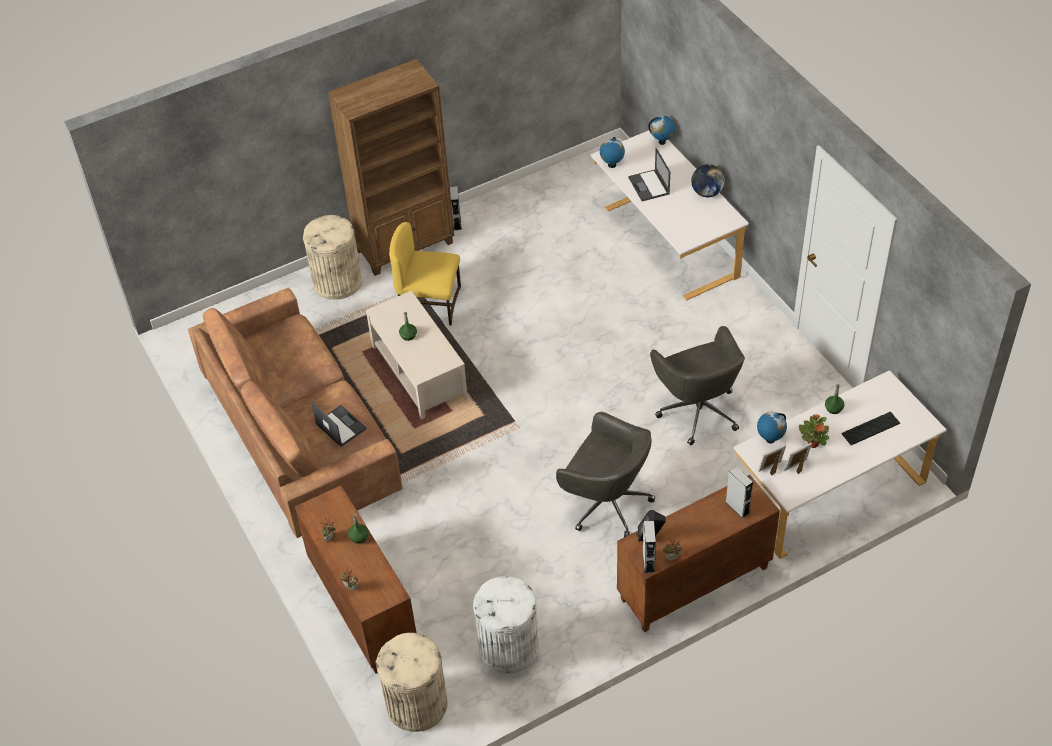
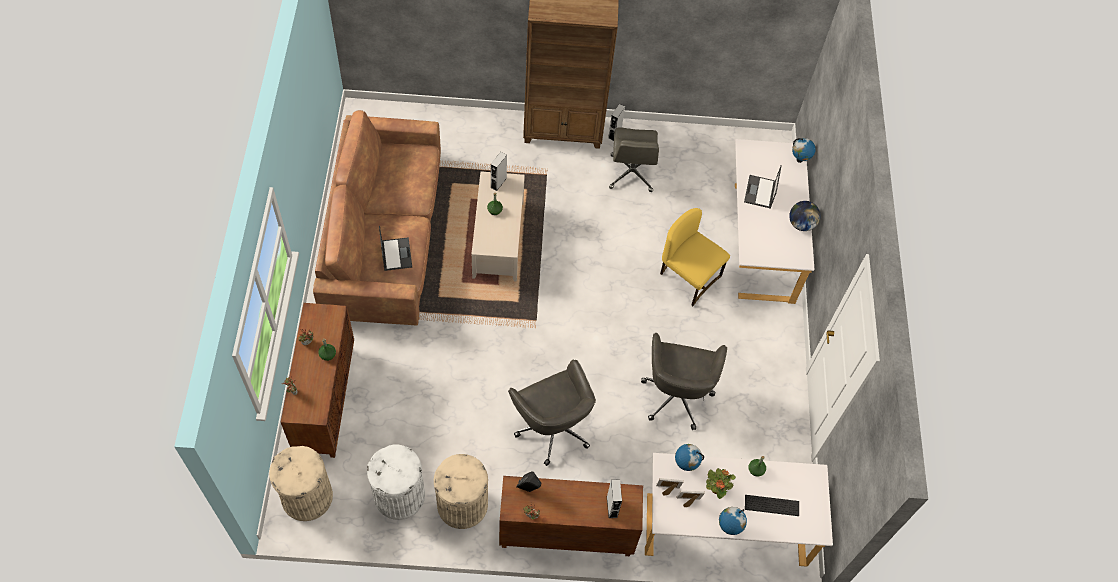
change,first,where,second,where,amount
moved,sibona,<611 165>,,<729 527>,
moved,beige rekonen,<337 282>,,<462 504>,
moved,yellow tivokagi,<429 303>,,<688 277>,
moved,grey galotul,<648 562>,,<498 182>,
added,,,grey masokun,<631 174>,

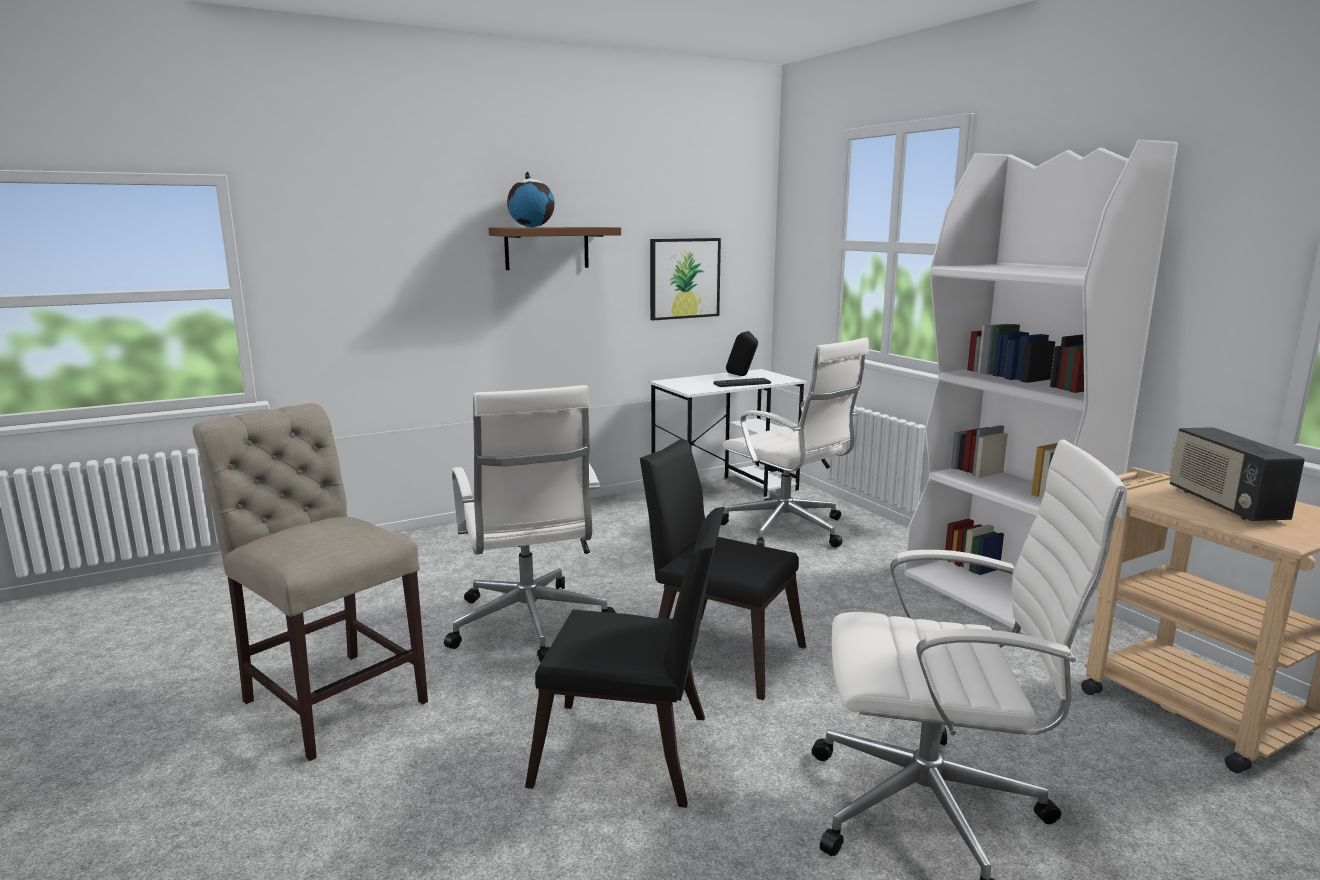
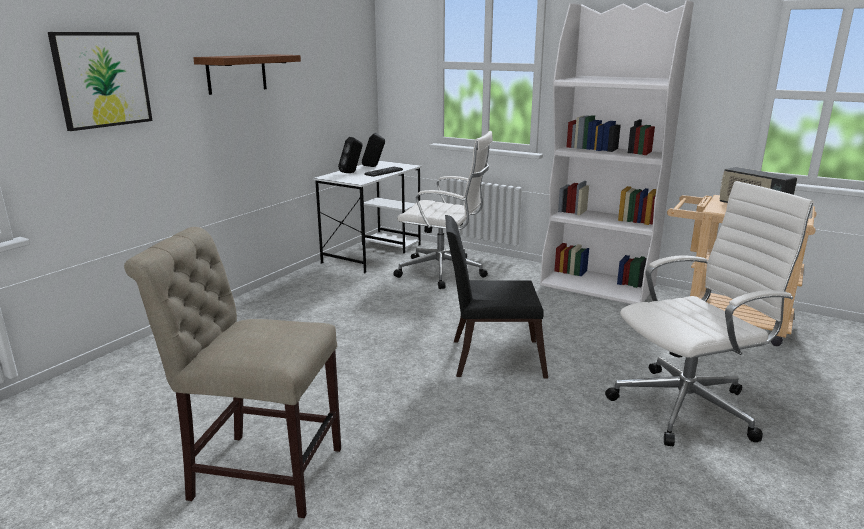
change,first,where,second,where,amount
removed,sibona,<531 227>,,,
moved,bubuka,<684 278>,,<102 79>,
removed,white masokun,<529 625>,,,
removed,black tivokagi,<633 755>,,,
added,,,black galotul,<352 172>,

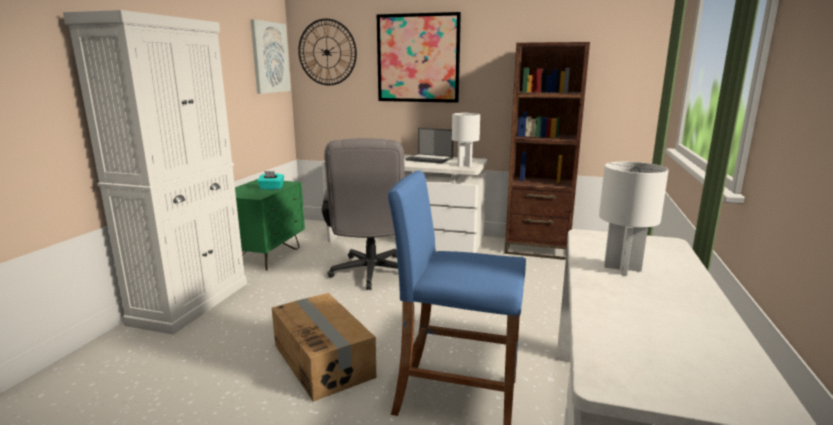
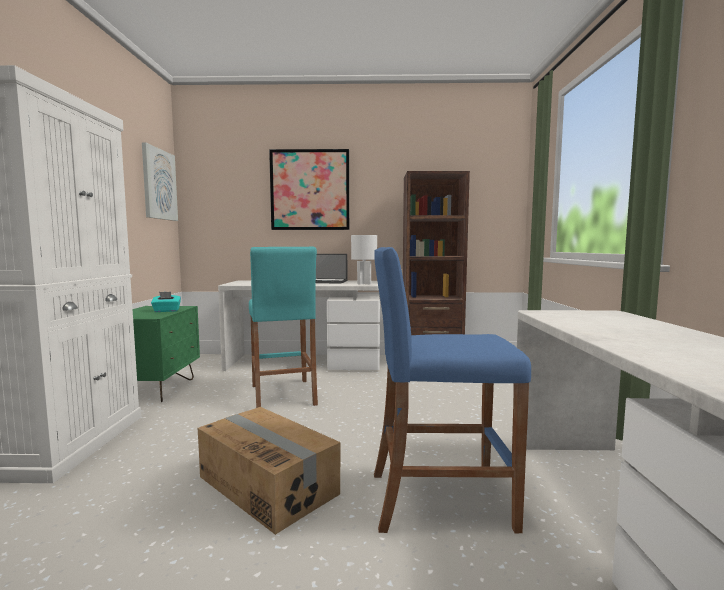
change,first,where,second,where,amount
removed,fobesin,<327 52>,,,
replaced,grey masokun,<370 274>,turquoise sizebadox,<283 395>,
removed,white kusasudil,<623 269>,,,

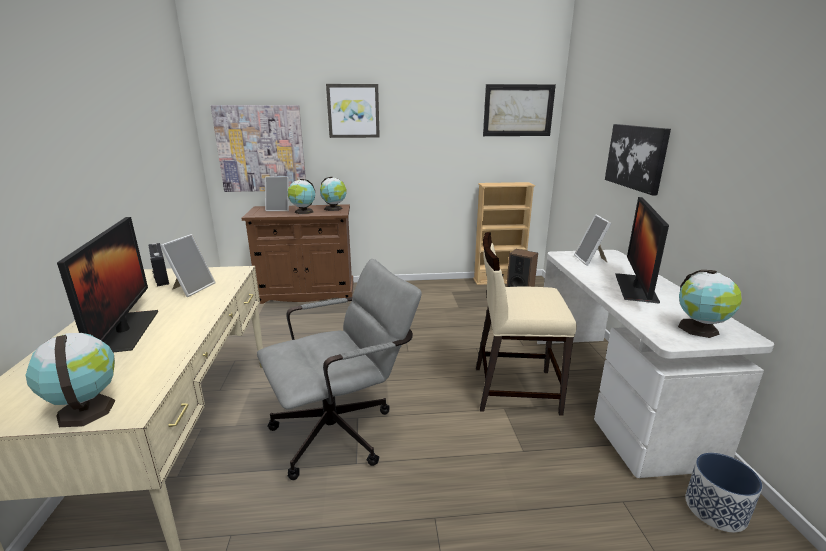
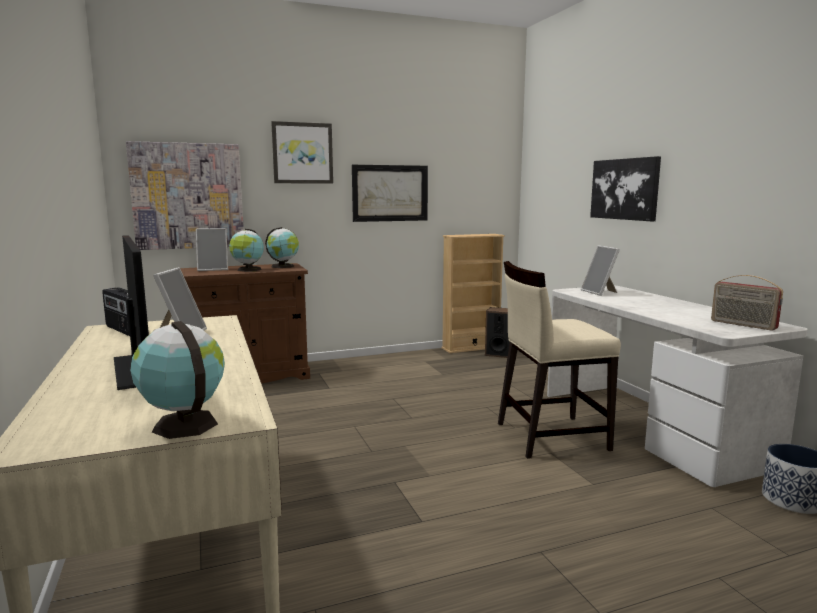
change,first,where,second,where,amount
moved,bubuka,<518 110>,,<390 193>,
removed,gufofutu,<635 288>,,,
removed,grey masokun,<343 430>,,,
replaced,sibona,<700 329>,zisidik,<742 325>,

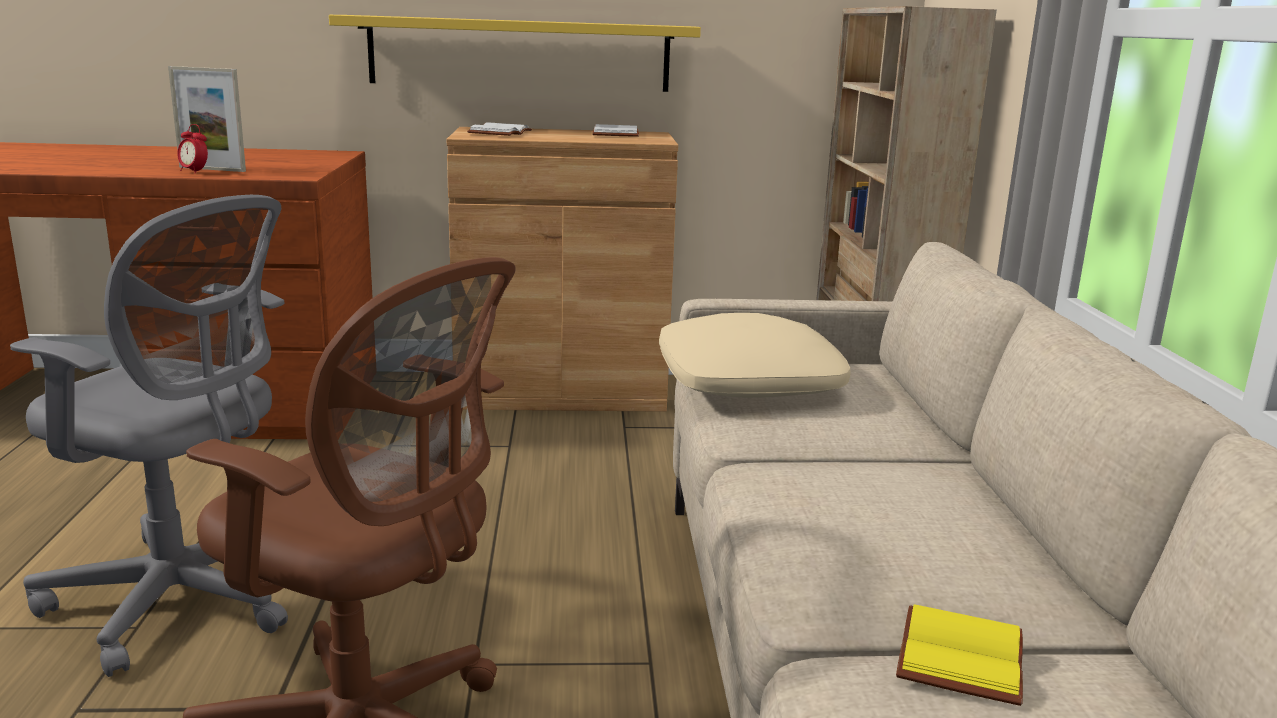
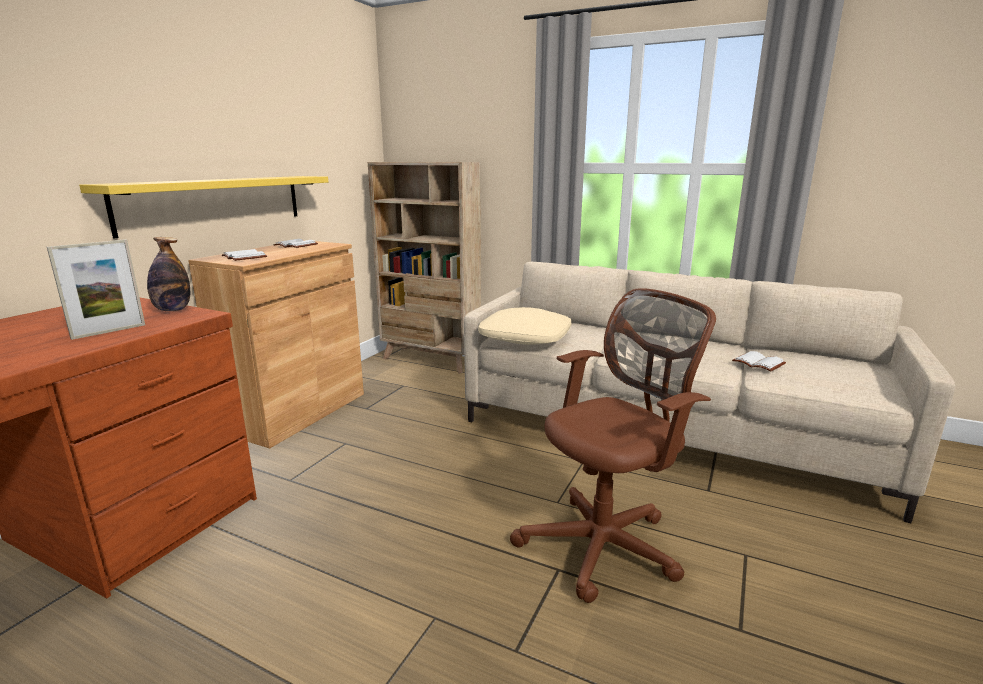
change,first,where,second,where,amount
removed,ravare,<194 172>,,,
removed,grey masokun,<184 601>,,,
recoloured,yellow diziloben,<956 655>,white diziloben,<757 363>,
added,,,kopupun,<172 310>,

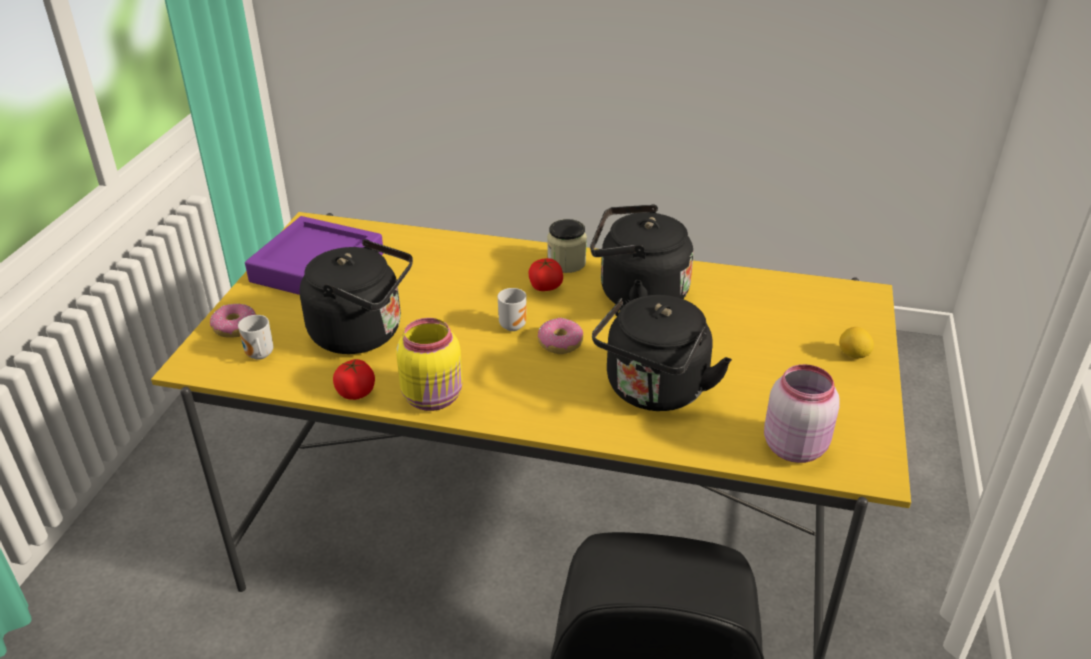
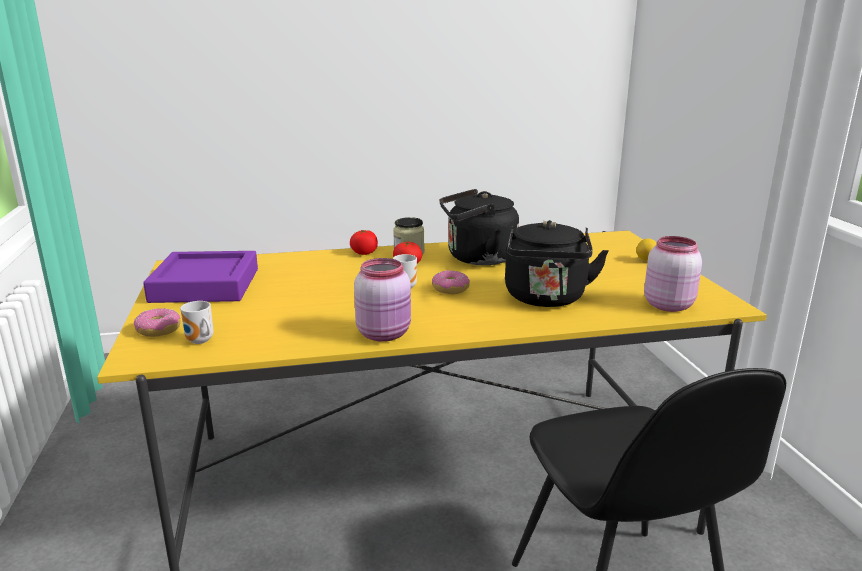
change,first,where,second,where,amount
removed,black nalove,<363 334>,,,
recoloured,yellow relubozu,<434 397>,pink relubozu,<385 334>,
moved,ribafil,<356 392>,,<364 253>,

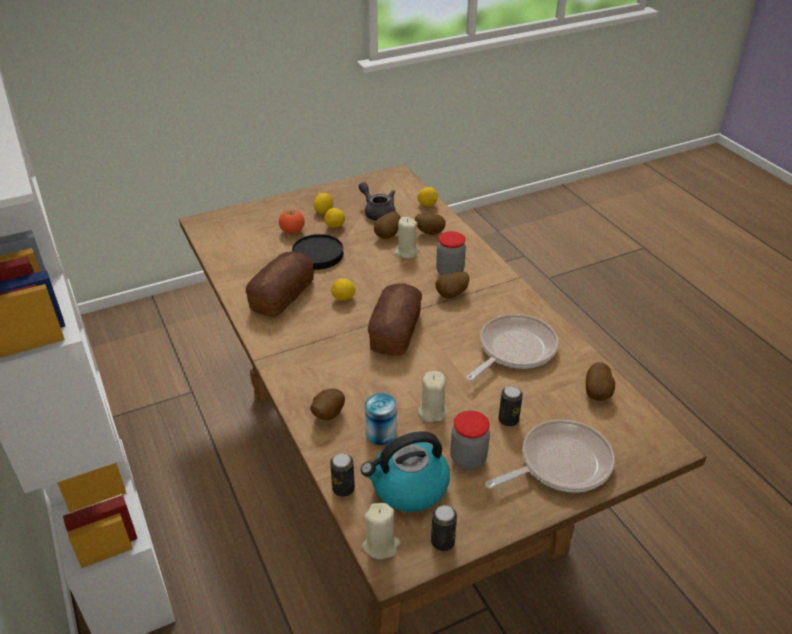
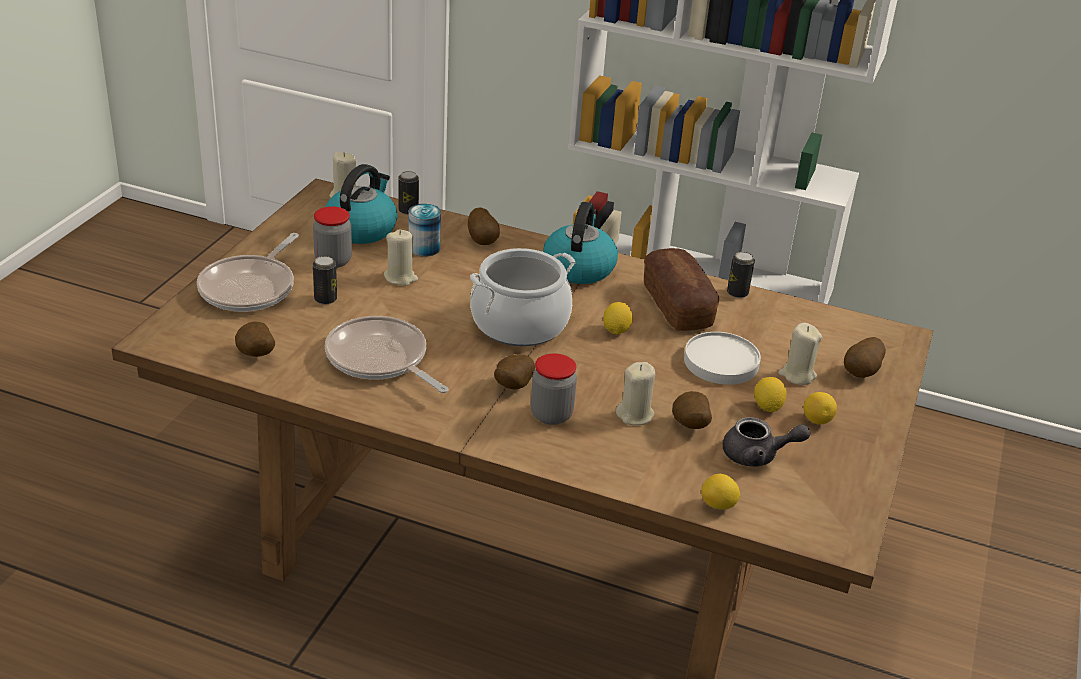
change,first,where,second,where,amount
replaced,ribafil,<292 231>,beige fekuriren,<797 375>,
moved,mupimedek,<429 232>,,<862 373>,
recoloured,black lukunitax,<318 255>,white lukunitax,<720 362>,
replaced,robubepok,<395 331>,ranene,<520 324>,
turned,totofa,<514 350>,,<380 360>,135 degrees clockwise
moved,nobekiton,<443 542>,,<737 293>,
added,,,nalove,<578 267>,

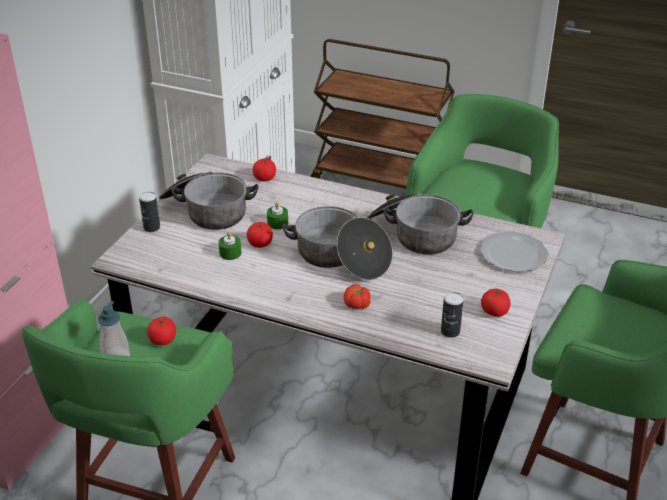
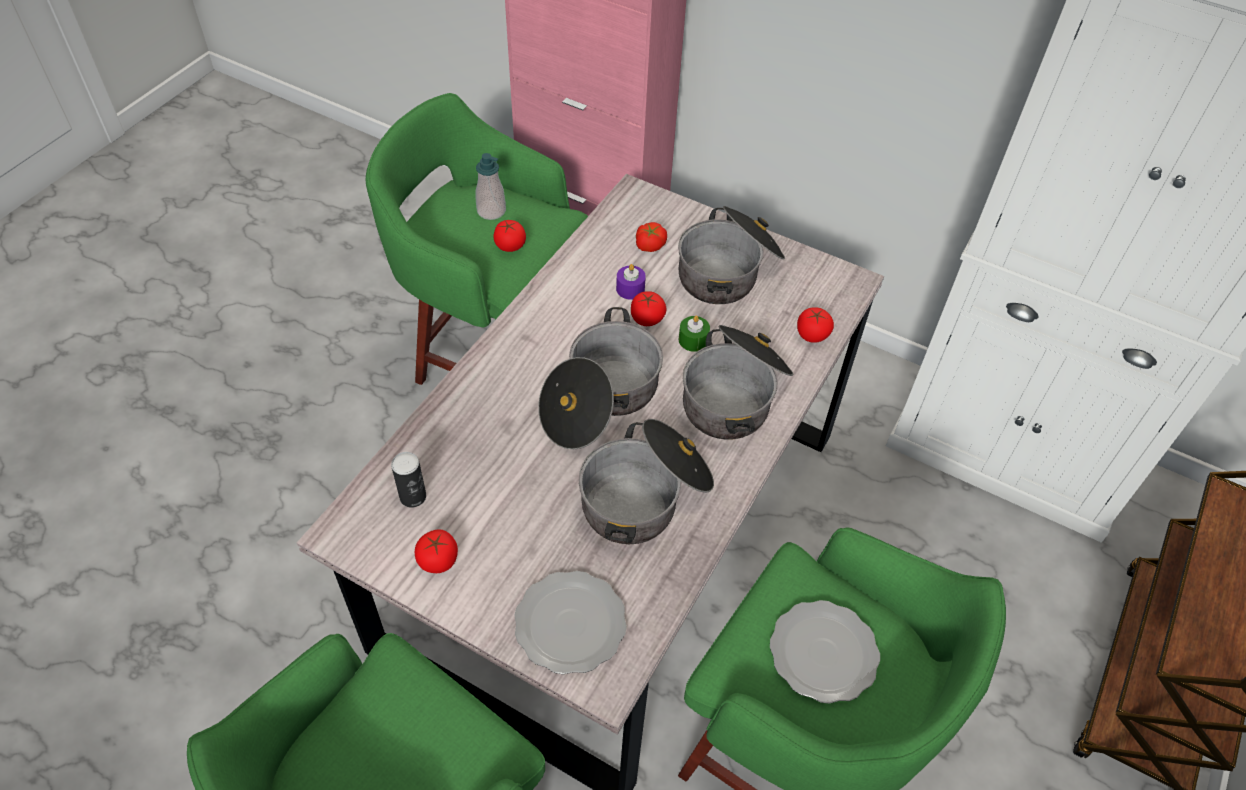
change,first,where,second,where,amount
removed,nobekiton,<152 227>,,,
recoloured,green fekuriren,<230 253>,purple fekuriren,<630 289>,
moved,ribafil,<357 304>,,<649 245>,
added,,,ranene,<735 395>,
added,,,lukunitax,<825 653>,

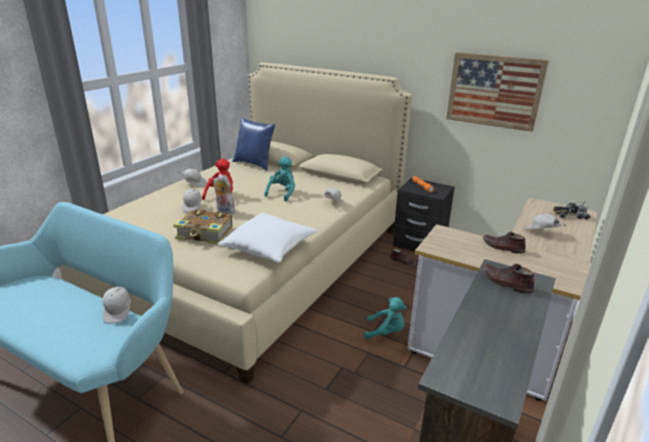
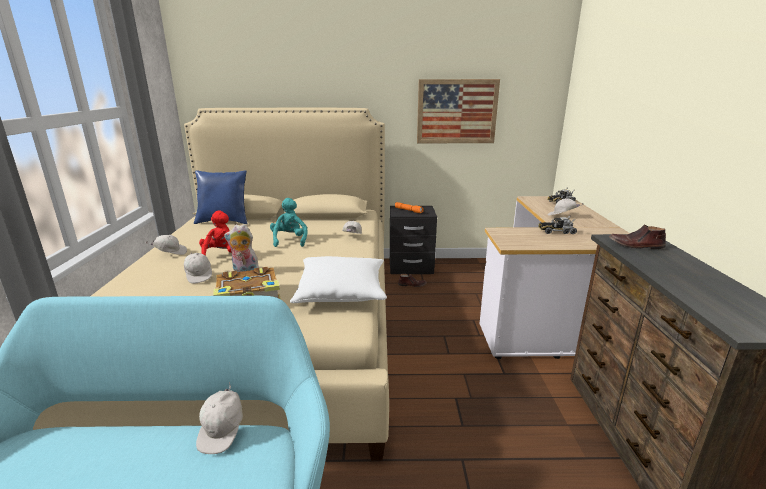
change,first,where,second,where,amount
replaced,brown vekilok,<502 247>,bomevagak,<556 231>,
turned,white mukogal,<118 312>,,<223 431>,45 degrees clockwise
removed,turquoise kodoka,<386 332>,,,

